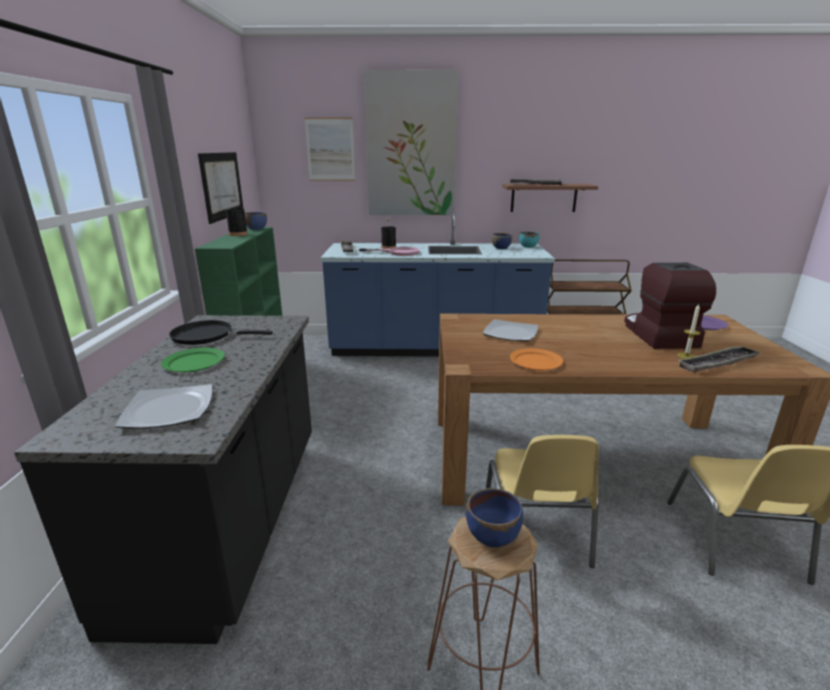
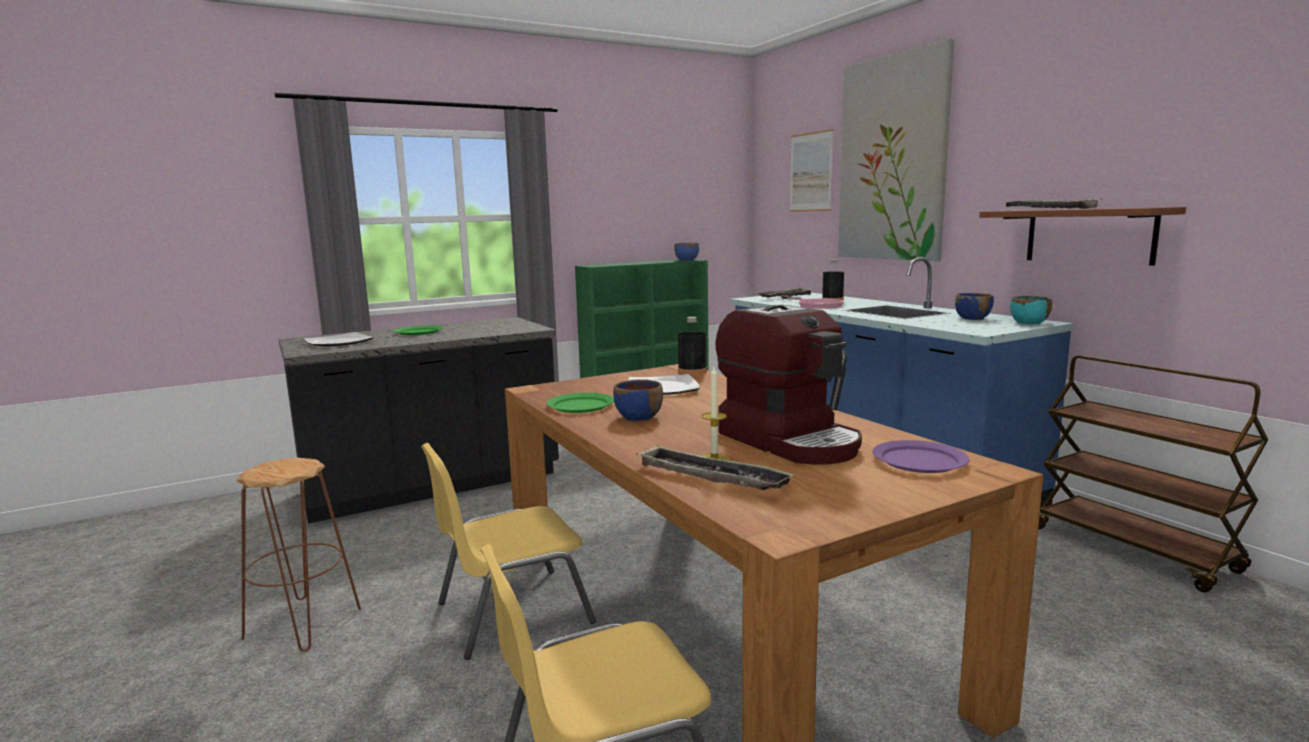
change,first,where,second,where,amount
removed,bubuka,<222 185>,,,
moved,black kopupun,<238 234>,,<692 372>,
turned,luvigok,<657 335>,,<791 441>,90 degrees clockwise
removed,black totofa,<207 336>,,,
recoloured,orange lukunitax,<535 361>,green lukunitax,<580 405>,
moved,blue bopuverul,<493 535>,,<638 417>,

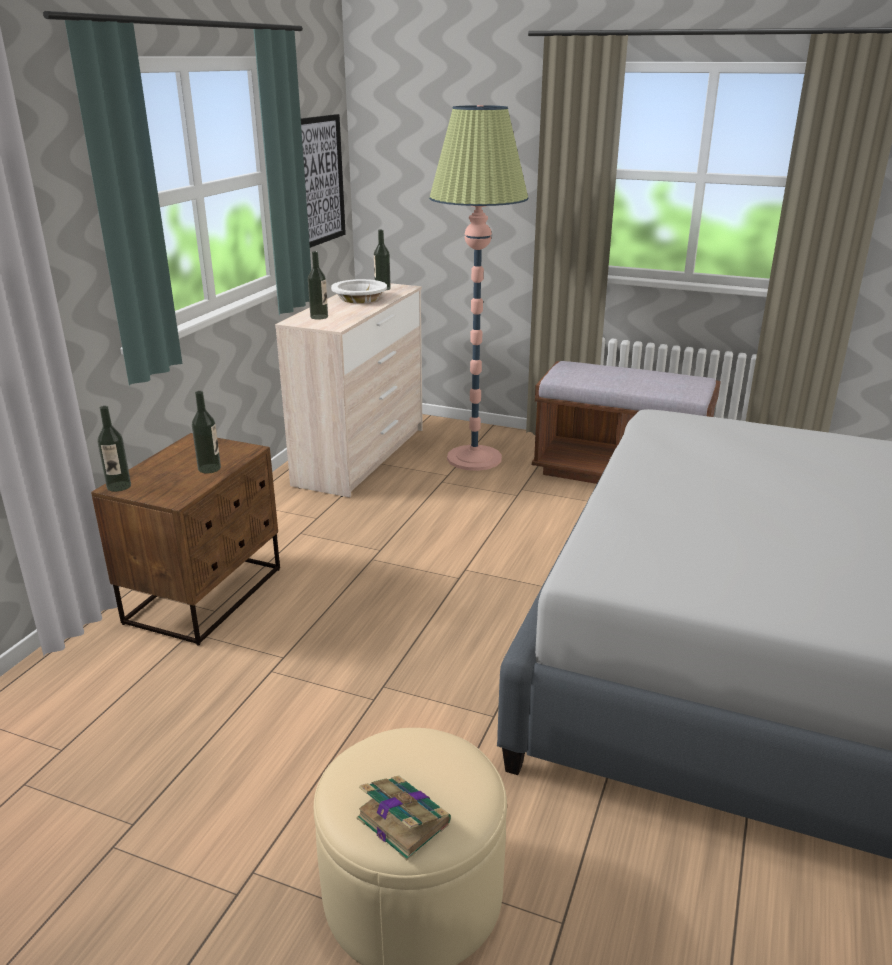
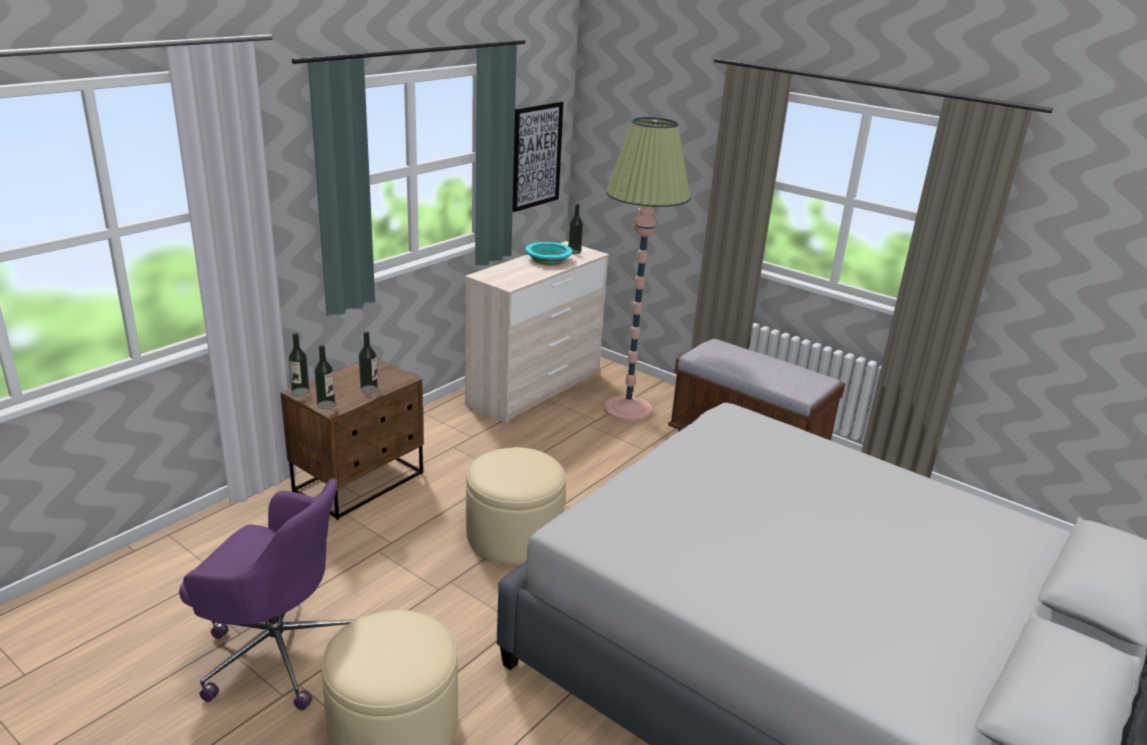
change,first,where,second,where,amount
moved,kopupun,<319 317>,,<326 405>,
recoloured,white bopuverul,<359 298>,turquoise bopuverul,<548 259>,
removed,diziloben,<402 819>,,,
added,,,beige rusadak,<514 535>,
added,,,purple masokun,<277 650>,

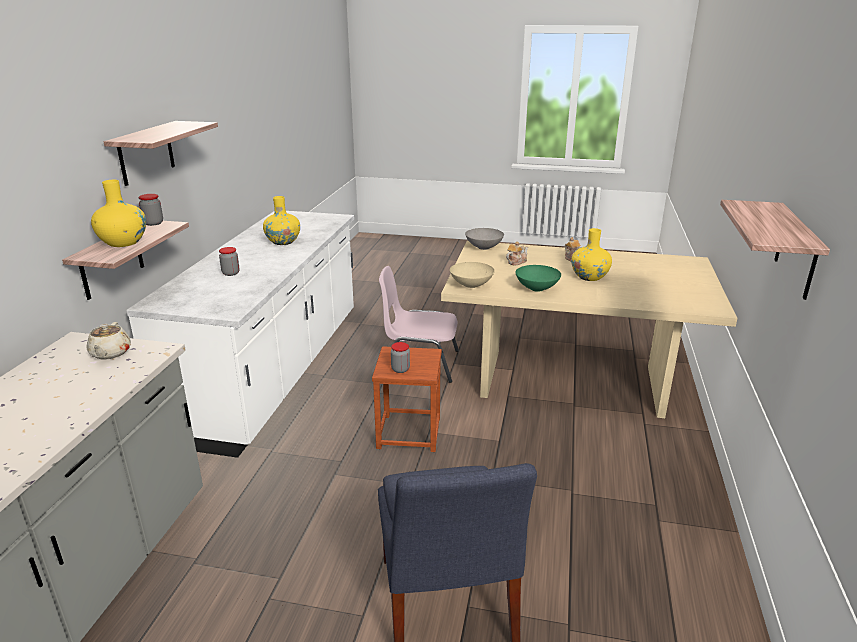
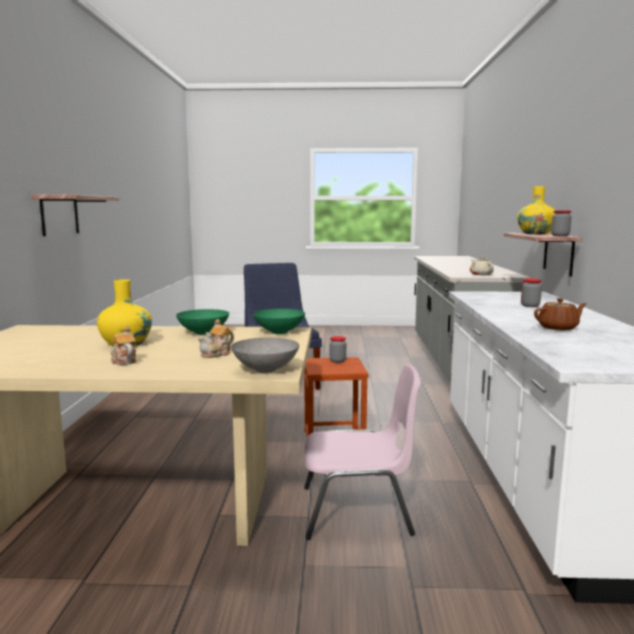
change,first,where,second,where,amount
removed,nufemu,<146 153>,,,
replaced,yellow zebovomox,<283 241>,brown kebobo,<558 328>,
recoloured,beige bopuverul,<471 285>,green bopuverul,<279 332>,

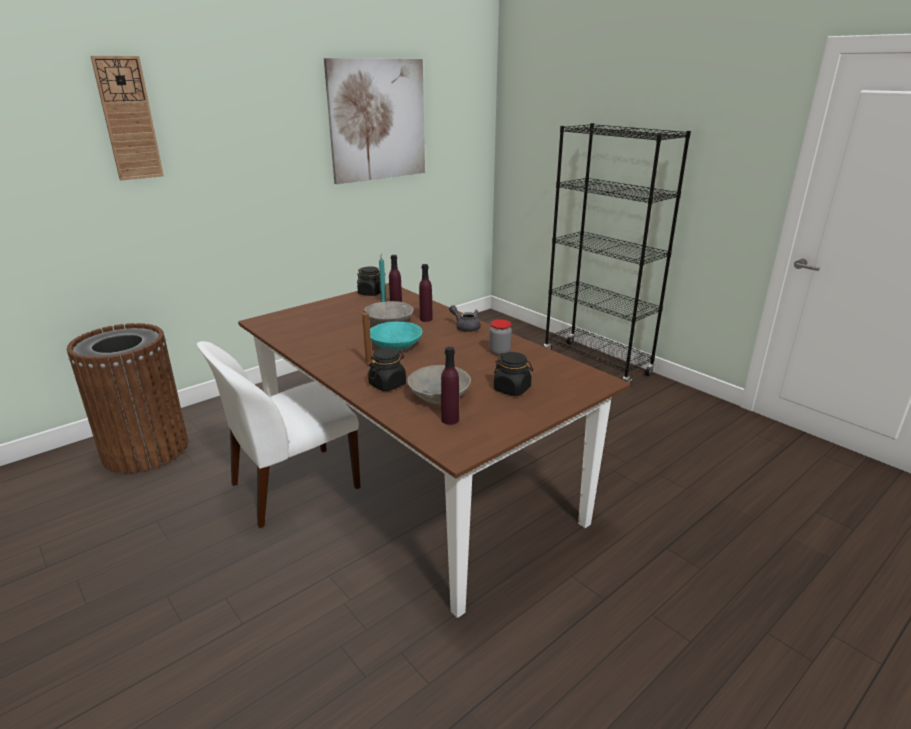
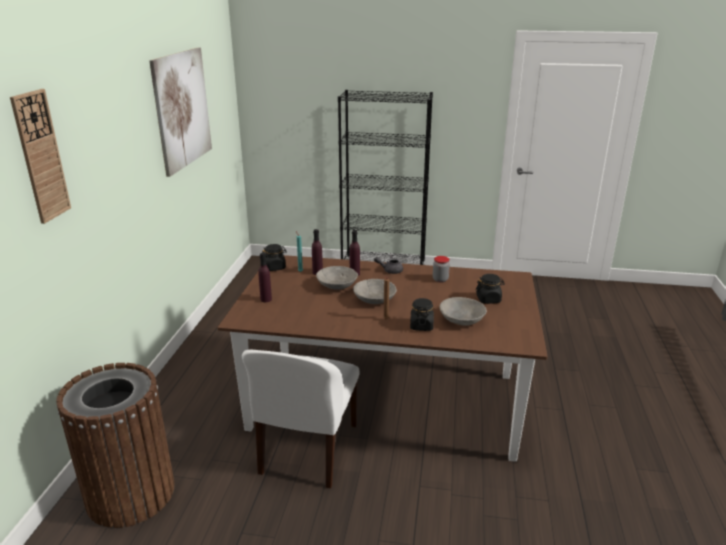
change,first,where,second,where,amount
recoloured,turquoise bopuverul,<395 346>,grey bopuverul,<374 300>,
moved,purple kopupun,<450 420>,,<266 299>,

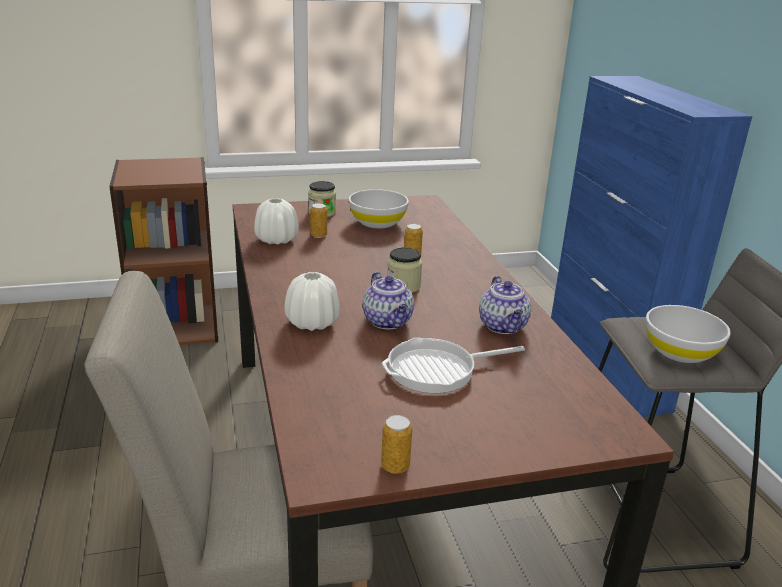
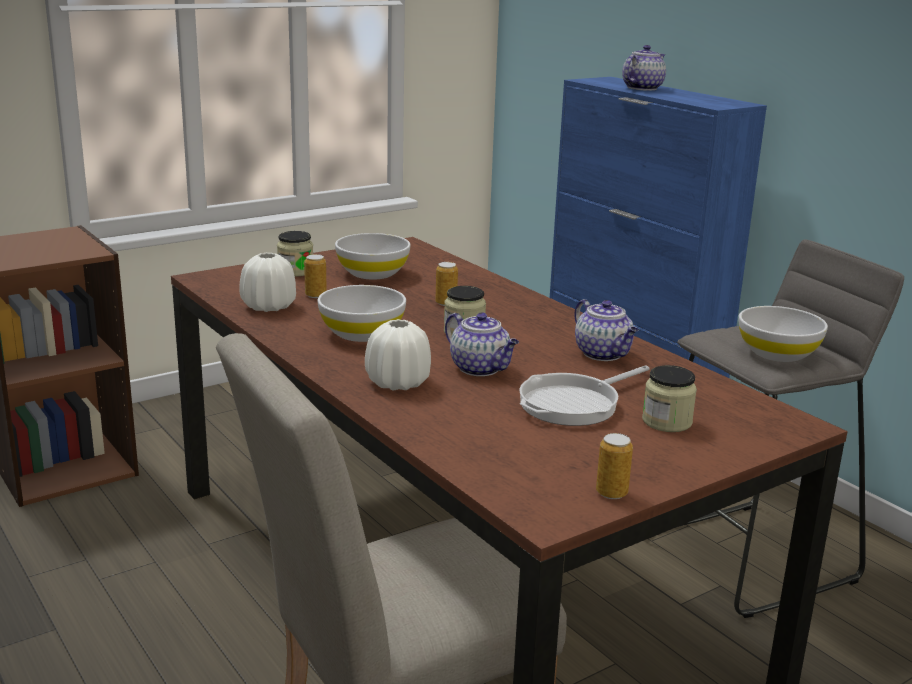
change,first,where,second,where,amount
added,,,kebobo,<642 88>,
added,,,white bopuverul,<362 333>,
added,,,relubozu,<667 422>,

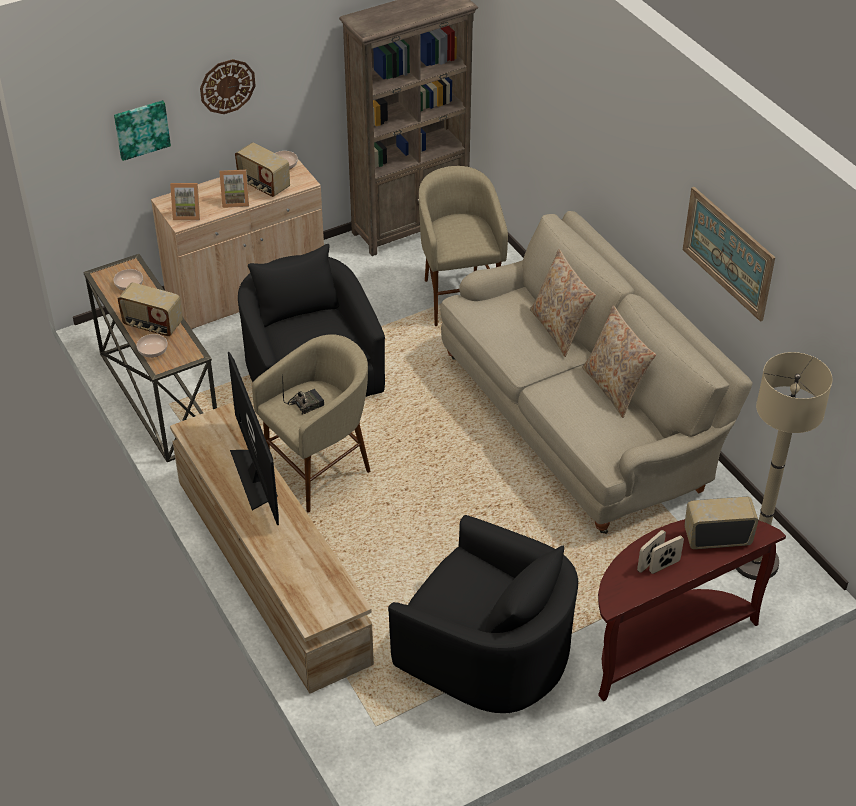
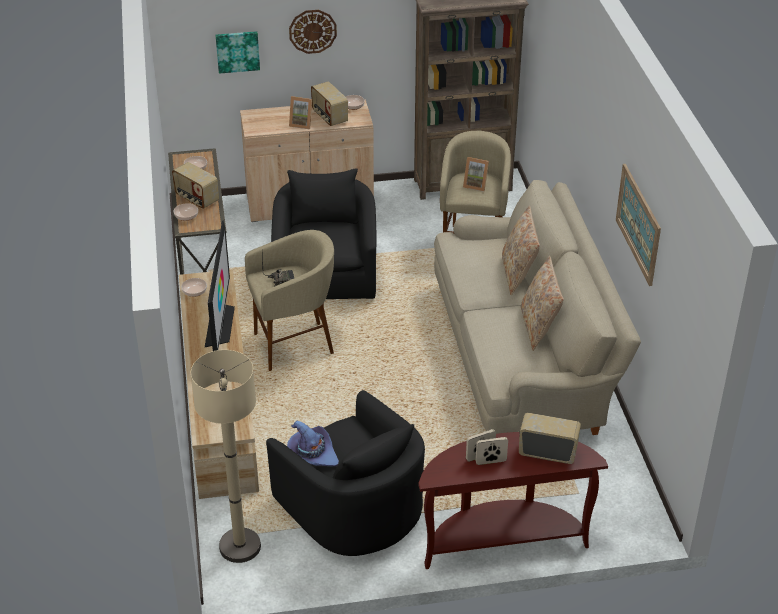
change,first,where,second,where,amount
moved,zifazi,<187 214>,,<476 185>,
moved,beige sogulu,<755 562>,,<240 546>,
added,,,bopuverul,<195 291>,
added,,,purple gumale,<312 453>,

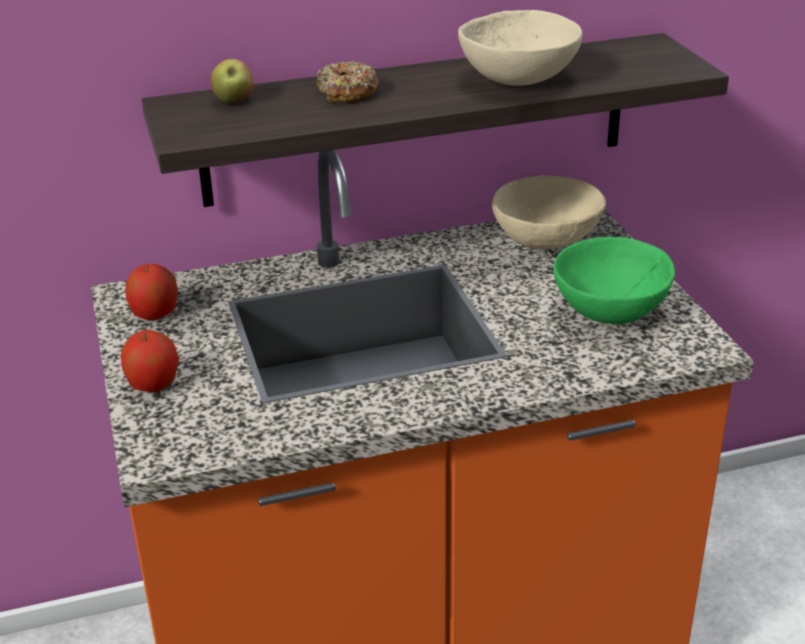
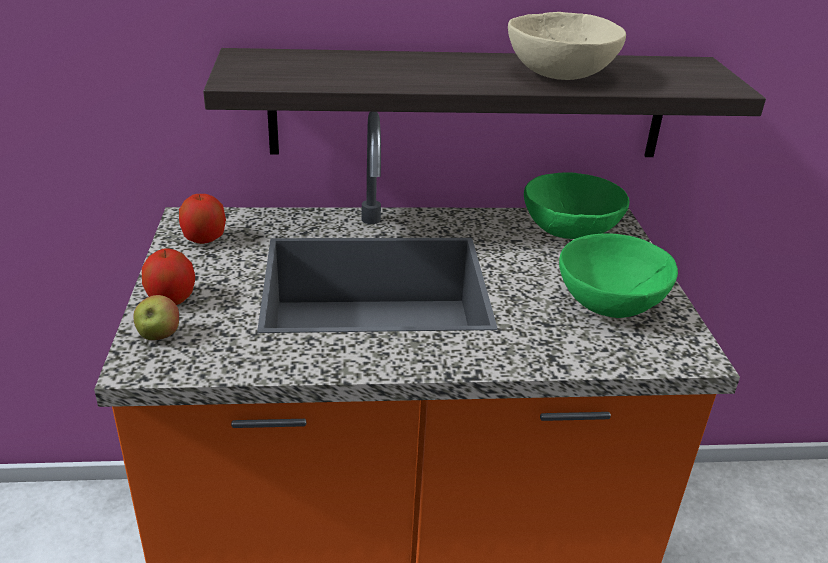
change,first,where,second,where,amount
moved,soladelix,<233 101>,,<159 336>,
removed,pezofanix,<347 93>,,,
recoloured,beige bopuverul,<547 240>,green bopuverul,<571 231>,

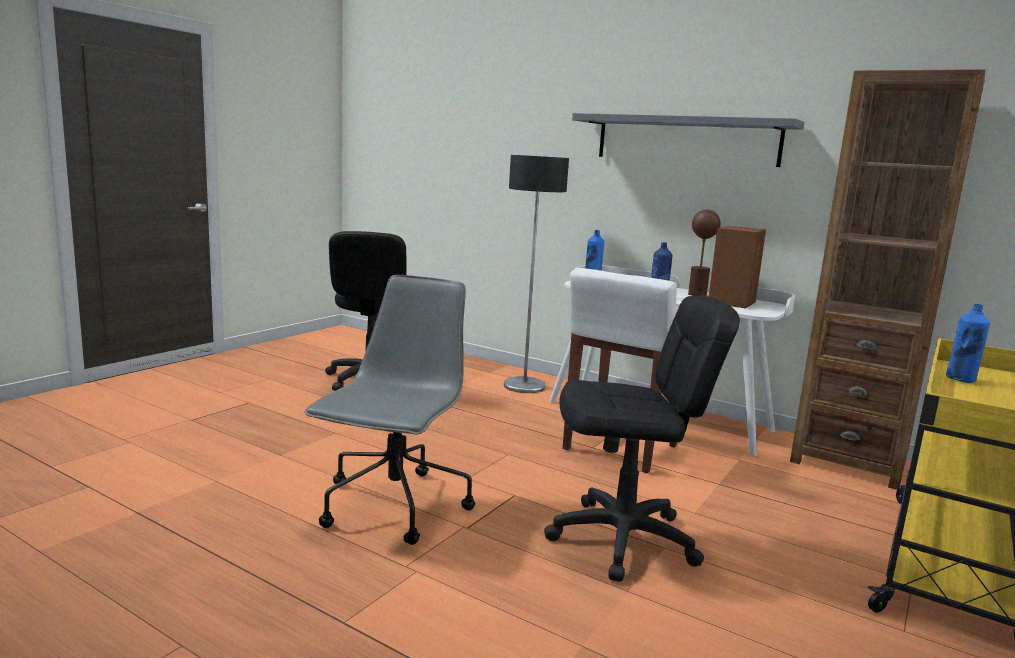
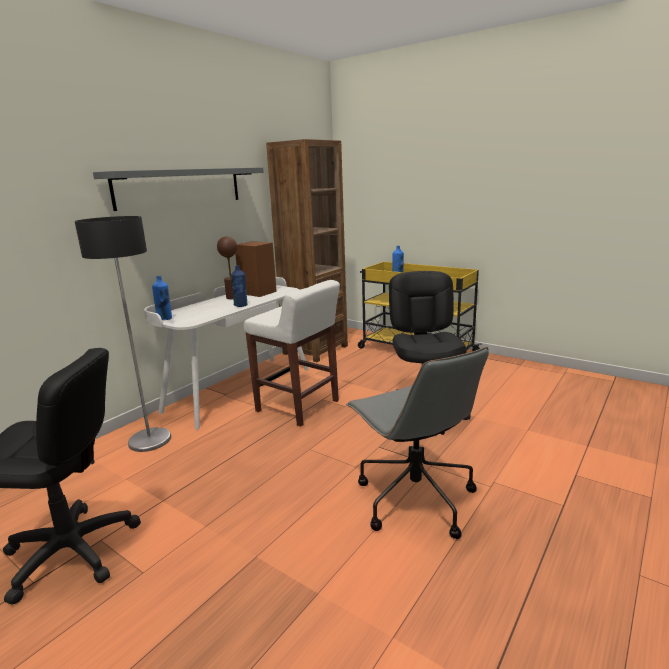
change,first,where,second,where,amount
turned,grey masokun,<394 507>,,<414 498>,135 degrees counterclockwise

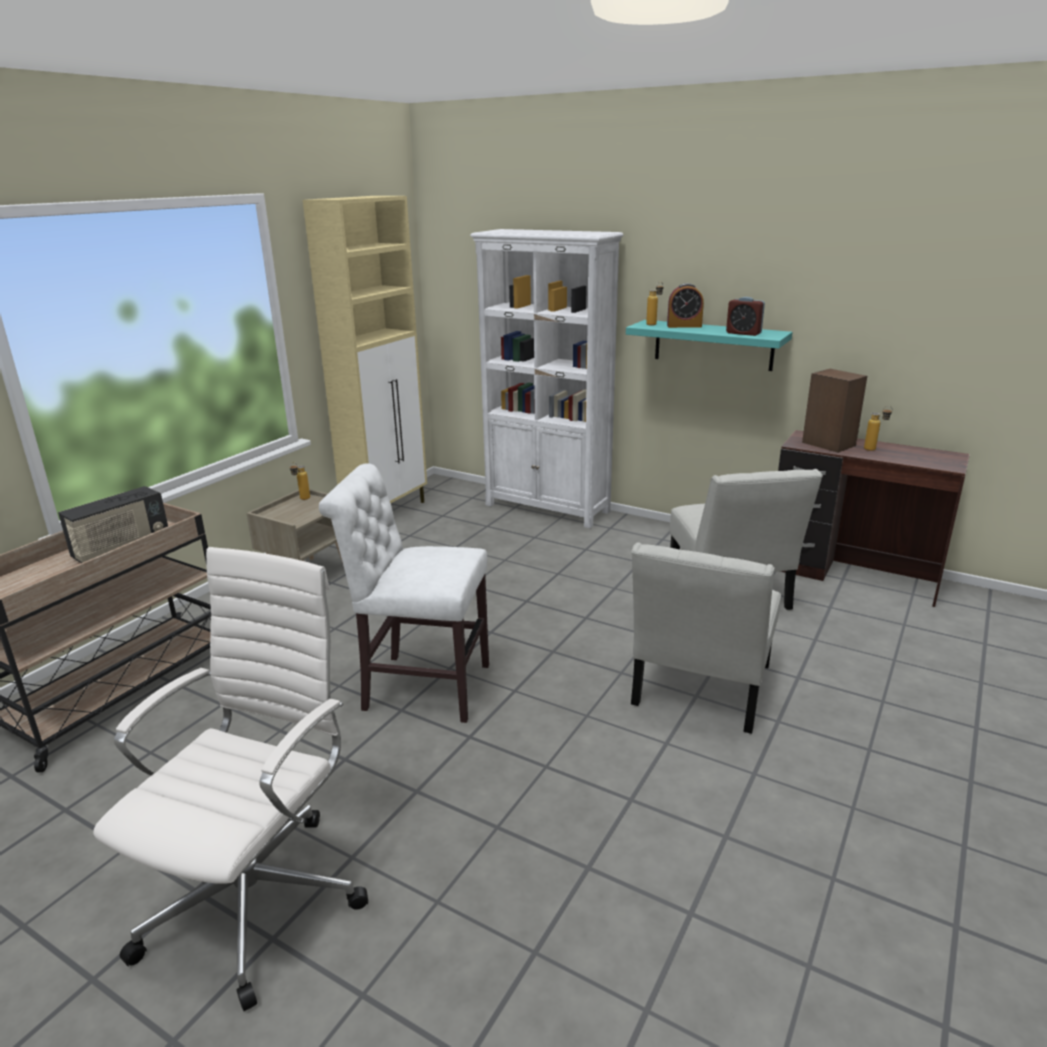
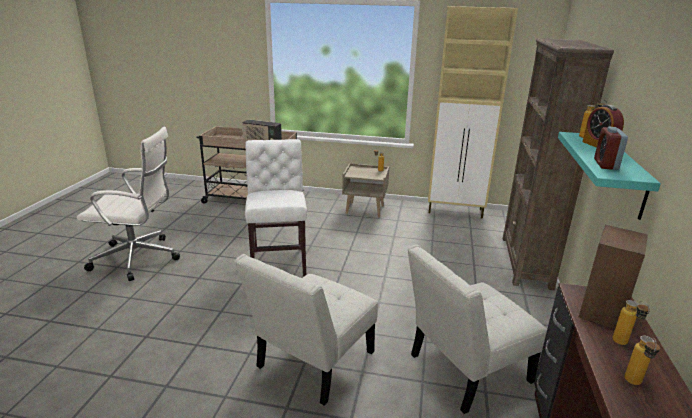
change,first,where,second,where,amount
recoloured,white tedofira,<548 508>,brown tedofira,<526 262>,
turned,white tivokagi,<699 690>,,<311 363>,60 degrees counterclockwise
added,,,kopupun,<634 385>,

